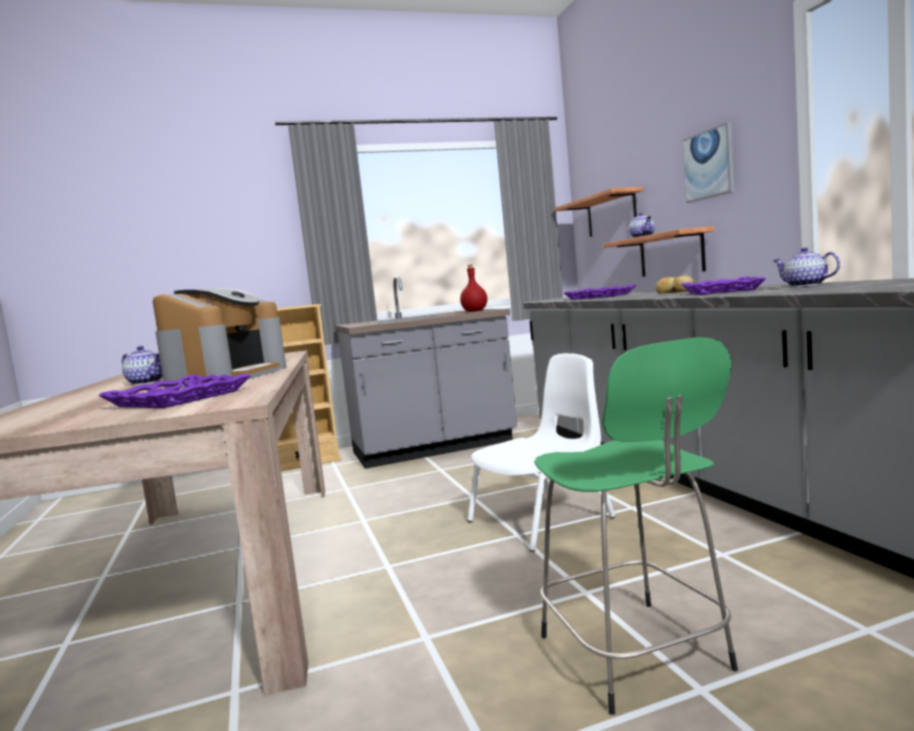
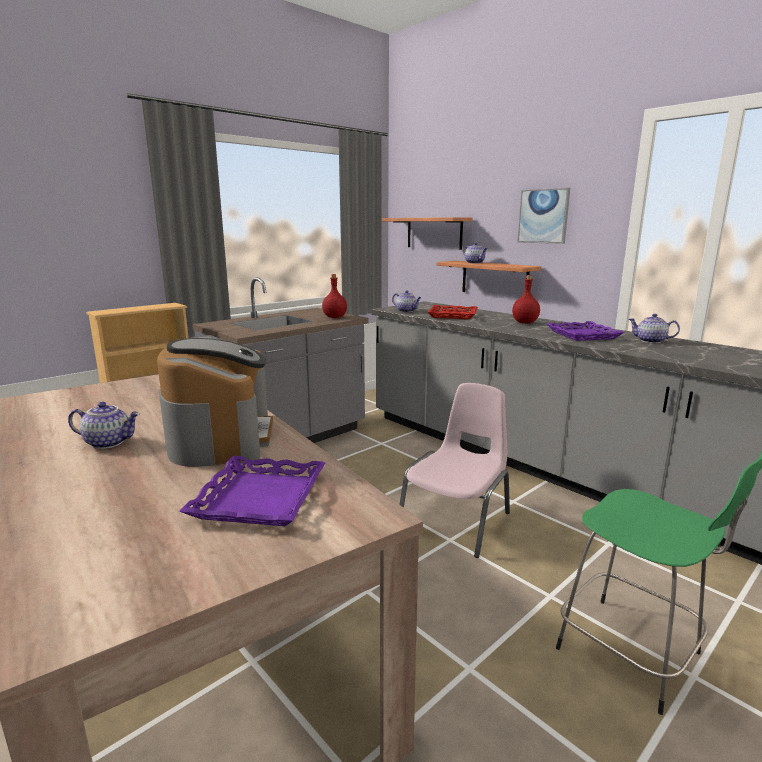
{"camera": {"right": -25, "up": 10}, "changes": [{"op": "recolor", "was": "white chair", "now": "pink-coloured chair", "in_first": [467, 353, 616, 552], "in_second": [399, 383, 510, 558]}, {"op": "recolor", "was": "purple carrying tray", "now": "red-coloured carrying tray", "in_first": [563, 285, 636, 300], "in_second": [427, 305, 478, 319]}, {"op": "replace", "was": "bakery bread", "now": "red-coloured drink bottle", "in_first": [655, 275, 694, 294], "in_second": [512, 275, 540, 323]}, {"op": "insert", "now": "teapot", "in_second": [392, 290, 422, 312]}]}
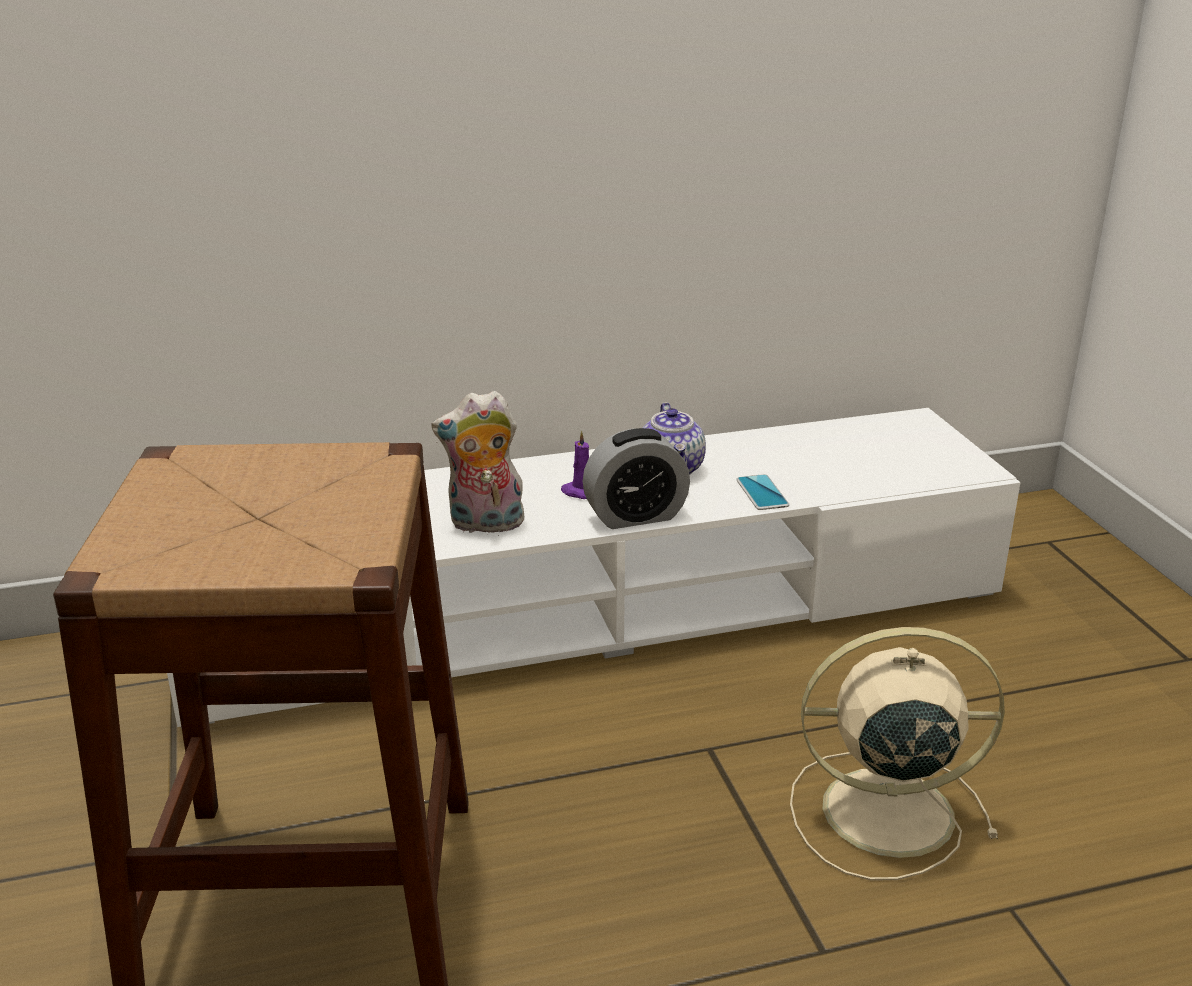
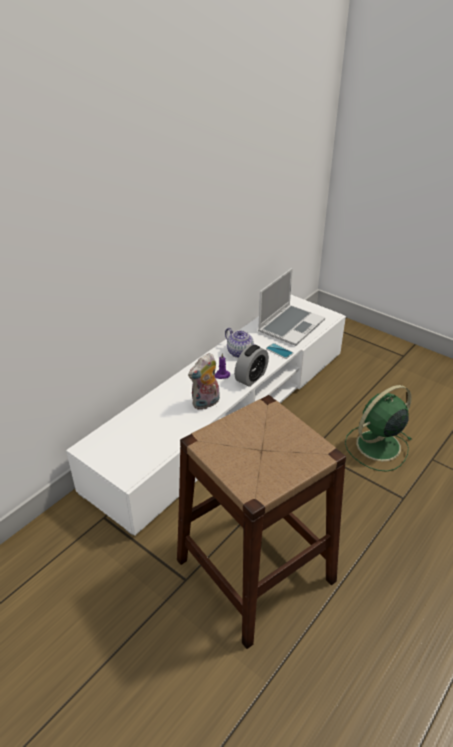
{"camera": {"right": -35, "up": 10}, "changes": [{"op": "recolor", "was": "sand-coloured electric fan", "now": "green electric fan", "in_first": [790, 627, 1005, 881], "in_second": [345, 385, 412, 472]}, {"op": "insert", "now": "portable computer", "in_second": [258, 268, 325, 346]}]}
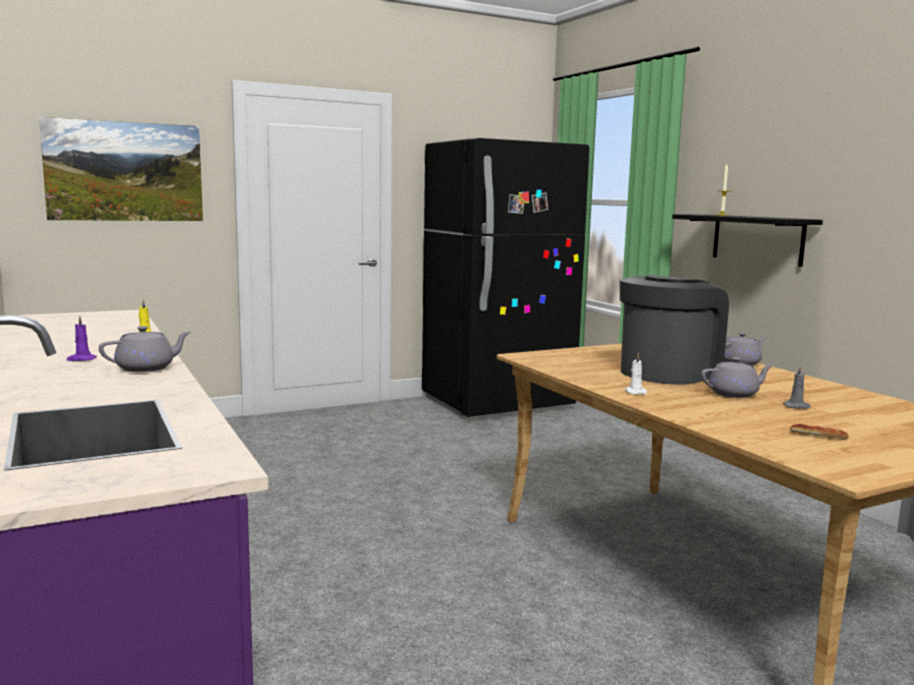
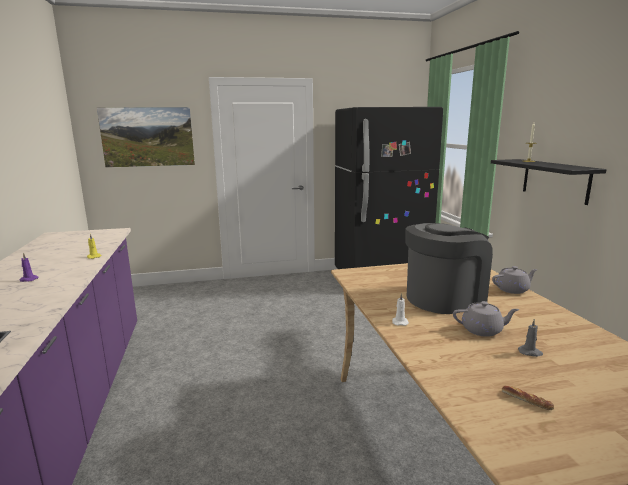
{"camera": {"right": 15, "up": 5}, "changes": [{"op": "delete", "was": "greyish teapot", "in_first": [99, 326, 191, 372]}]}
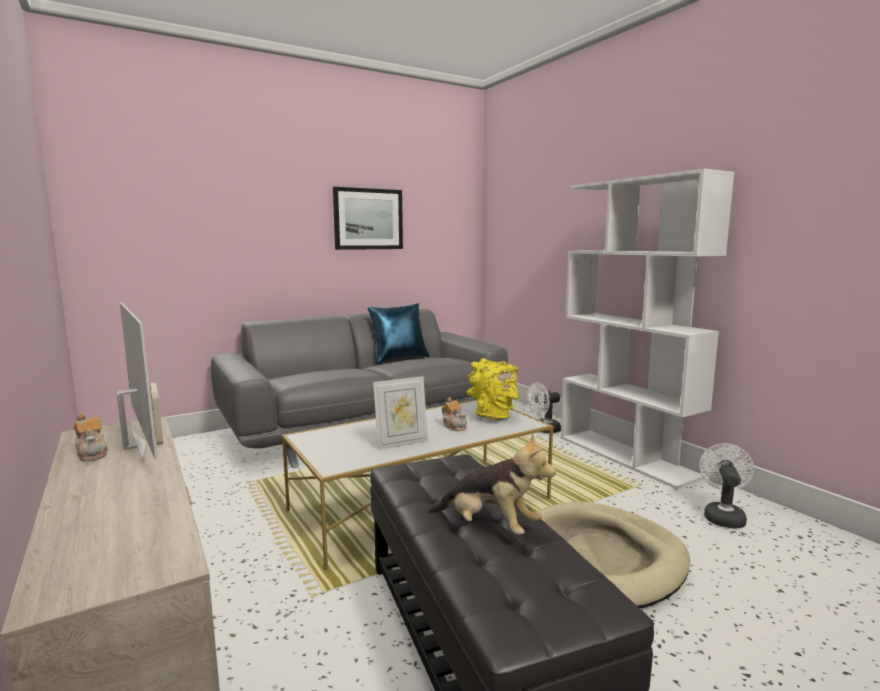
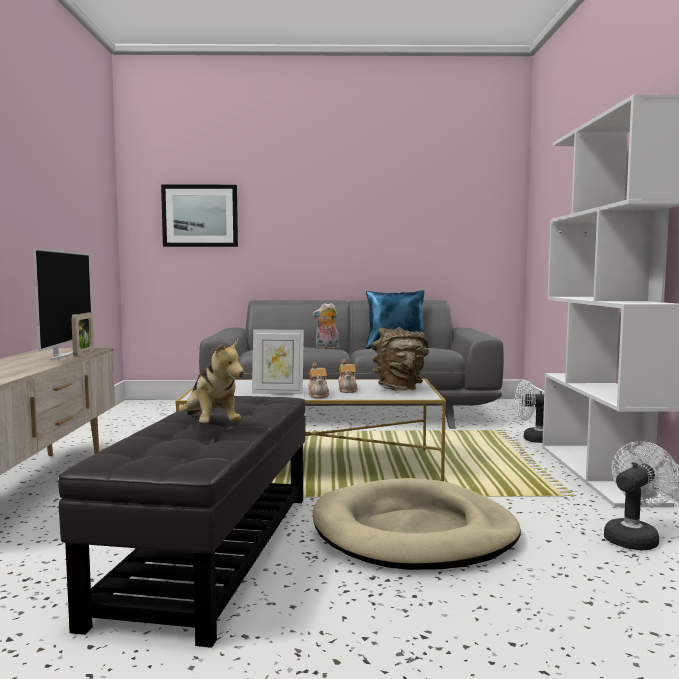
{"camera": {"right": 30, "up": -5}, "changes": [{"op": "move", "was": "teapot", "in_first": [74, 413, 108, 462], "in_second": [308, 363, 329, 398]}, {"op": "move", "was": "wall picture", "in_first": [333, 187, 403, 250], "in_second": [161, 185, 238, 247]}, {"op": "recolor", "was": "yellow vase", "now": "brown-coloured vase", "in_first": [467, 358, 519, 420], "in_second": [370, 327, 429, 391]}, {"op": "insert", "now": "plush toy", "in_second": [312, 303, 339, 349]}]}
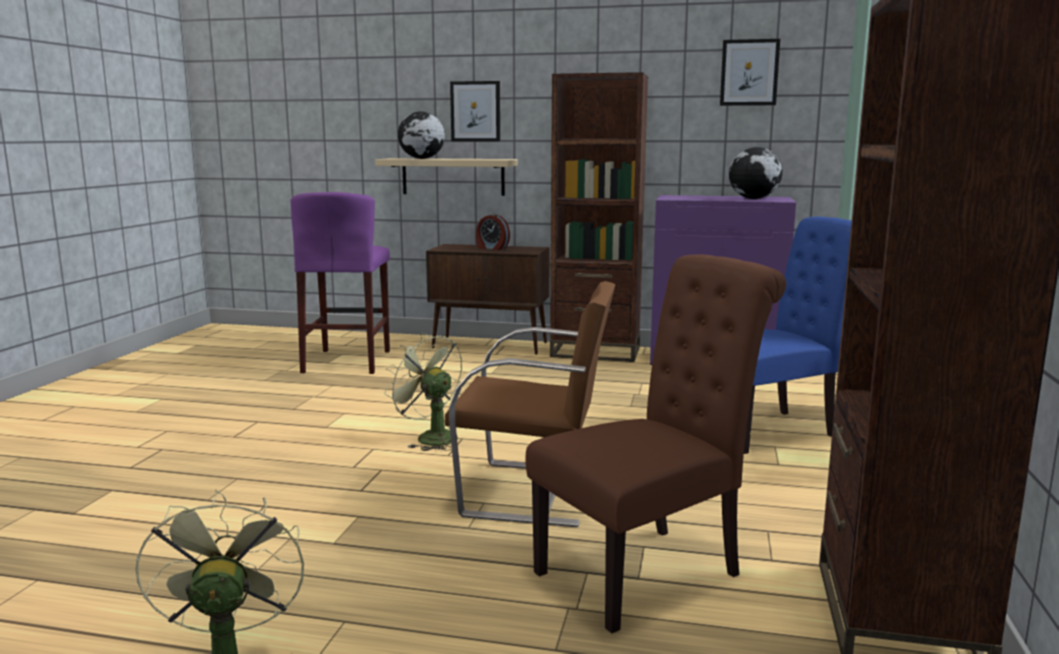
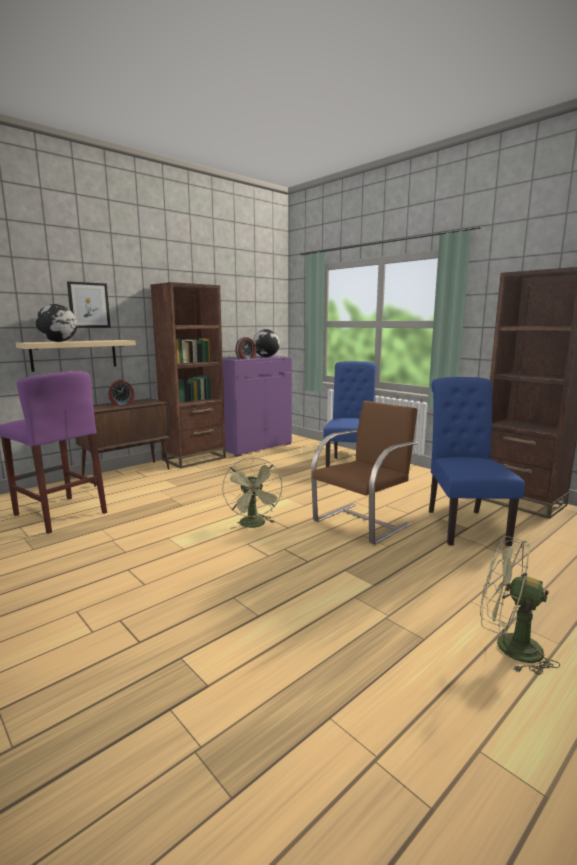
{"camera": {"right": -55, "up": 0}, "changes": [{"op": "rotate", "was": "green electric fan", "in_first": [384, 333, 462, 451], "in_second": [222, 457, 282, 529], "clockwise": -90}, {"op": "recolor", "was": "brown-coloured chair", "now": "blue-coloured chair", "in_first": [526, 254, 786, 633], "in_second": [429, 377, 525, 546]}, {"op": "delete", "was": "wall picture", "in_first": [720, 39, 780, 106]}, {"op": "insert", "now": "alarm clock", "in_second": [235, 337, 256, 359]}]}
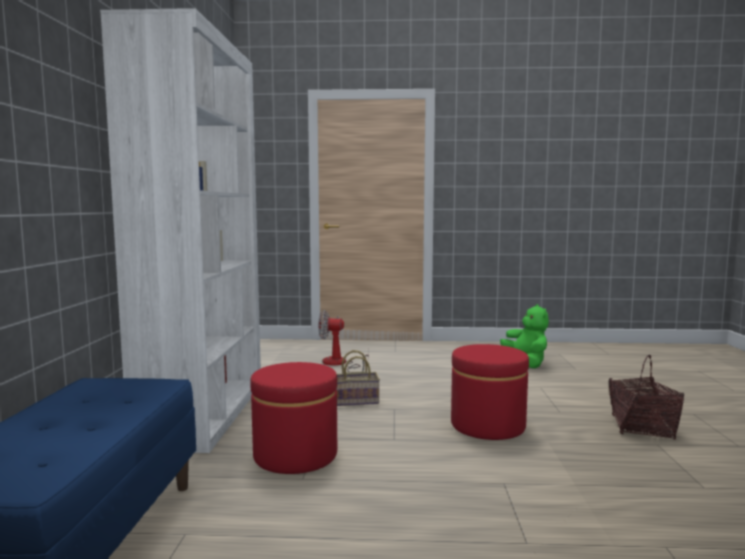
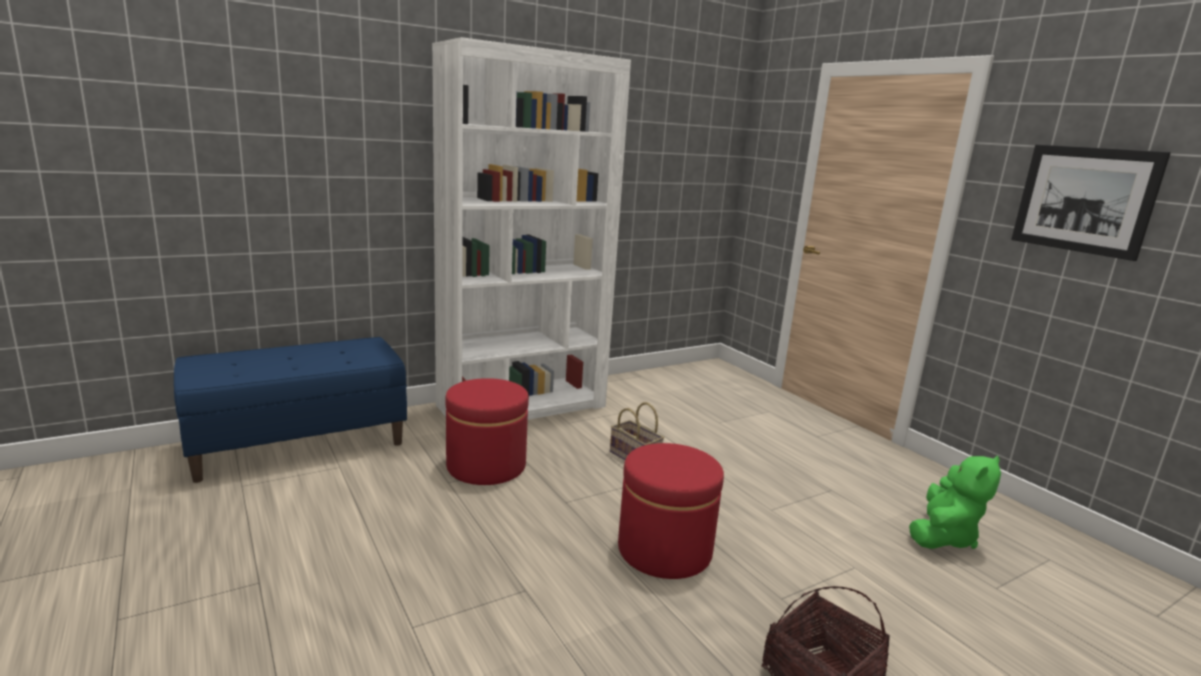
{"camera": {"right": 55, "up": 10}, "changes": [{"op": "delete", "was": "electric fan", "in_first": [319, 310, 369, 372]}, {"op": "insert", "now": "wall picture", "in_second": [1011, 144, 1171, 261]}]}
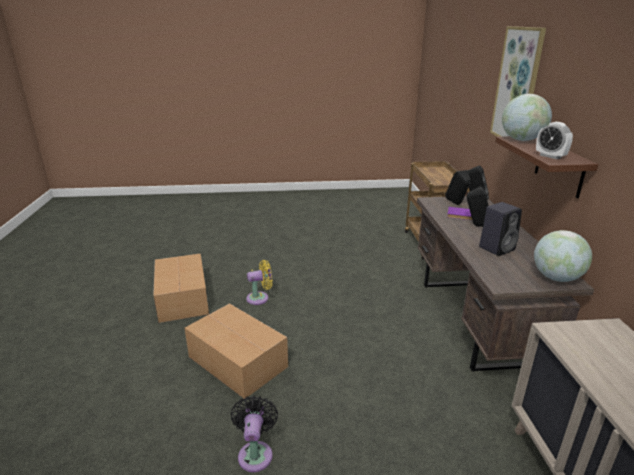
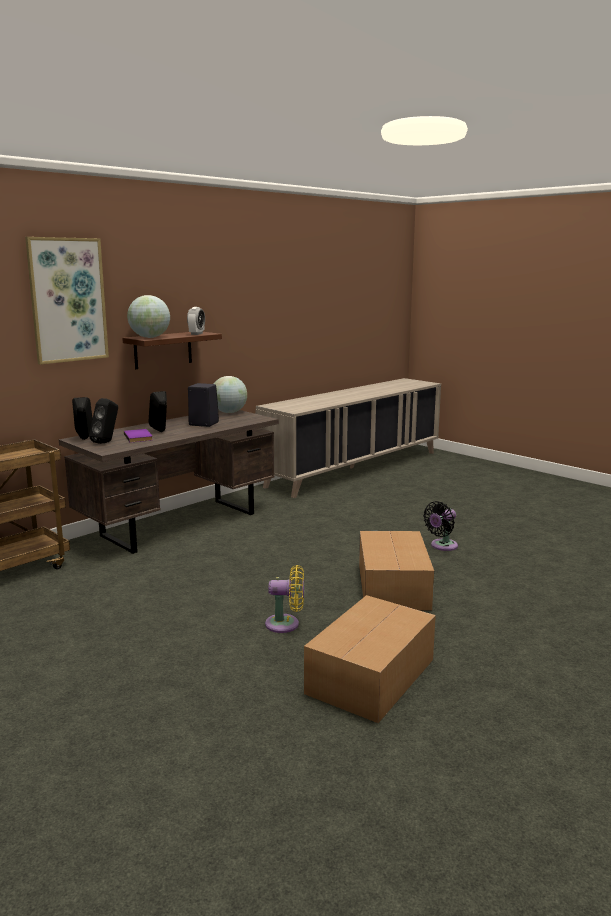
{"camera": {"right": -130, "up": -10}, "changes": [{"op": "rotate", "was": "yellow electric fan", "in_first": [246, 260, 273, 305], "in_second": [265, 565, 304, 633], "clockwise": 150}]}
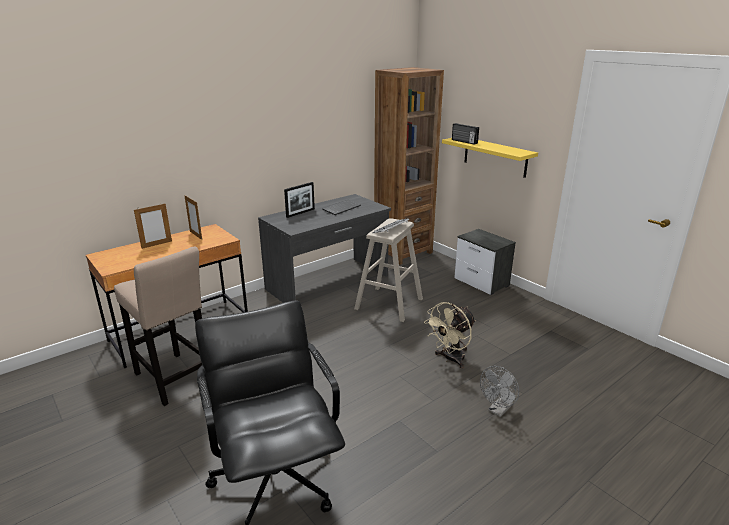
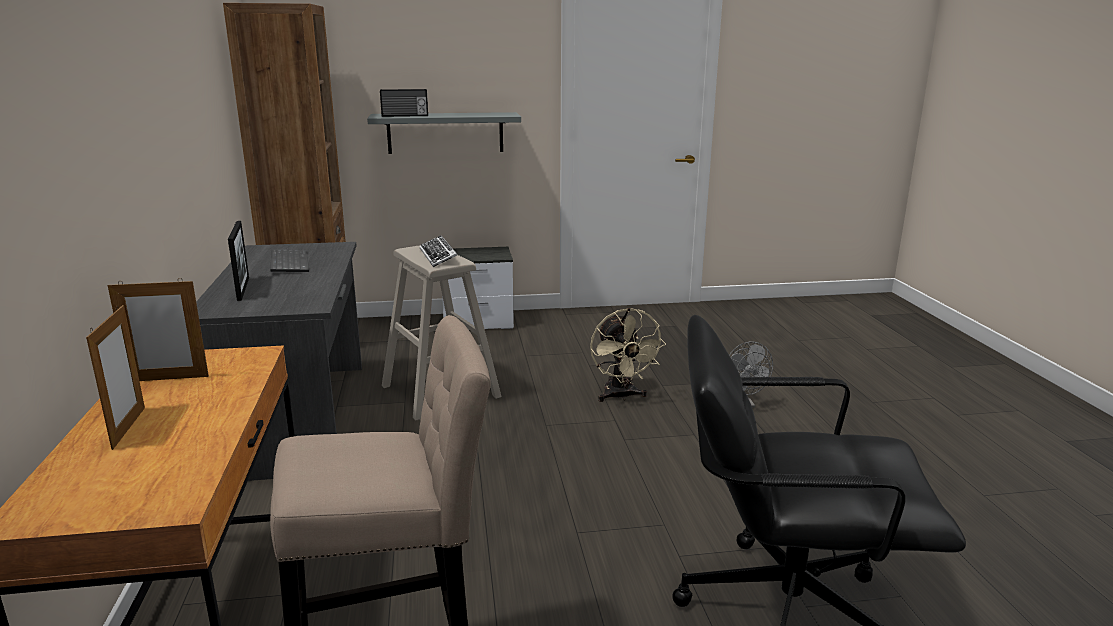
{"camera": {"right": -60, "up": -5}, "changes": [{"op": "recolor", "was": "yellow wall shelf", "now": "greyish wall shelf", "in_first": [442, 138, 538, 178], "in_second": [367, 112, 521, 154]}]}
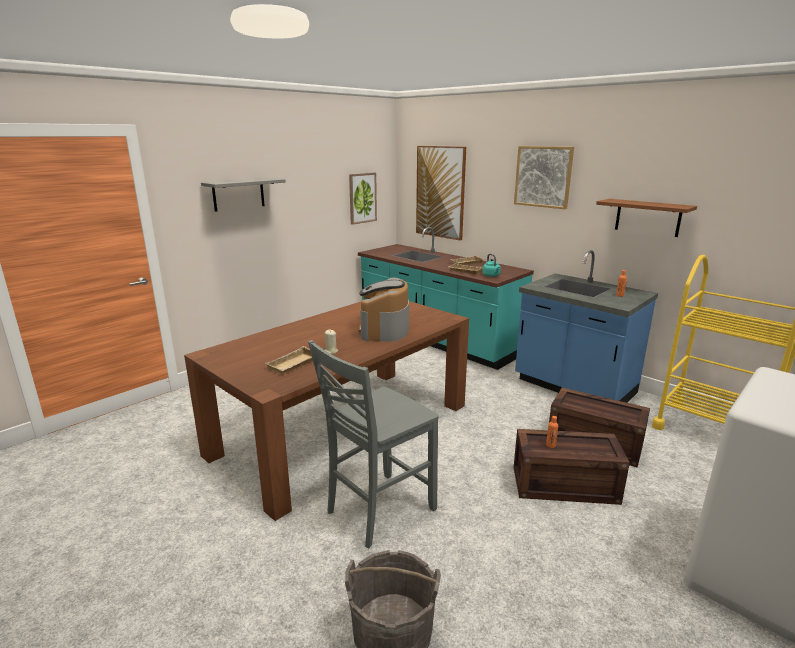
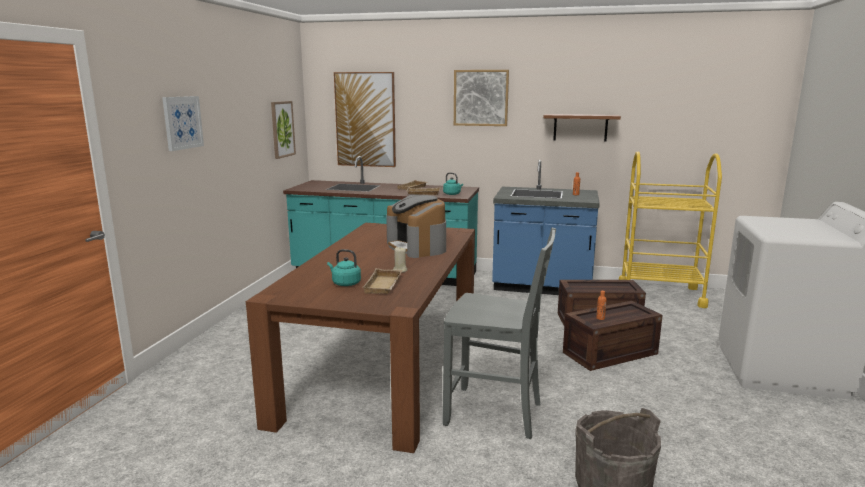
{"camera": {"right": -30, "up": -5}, "changes": [{"op": "replace", "was": "greyish wall shelf", "now": "wall picture", "in_first": [201, 178, 286, 212], "in_second": [162, 96, 204, 151]}, {"op": "rotate", "was": "greyish chair", "in_first": [308, 340, 439, 548], "in_second": [443, 228, 556, 439], "clockwise": -90}, {"op": "insert", "now": "blue-green tea kettle", "in_second": [327, 249, 361, 286]}]}
